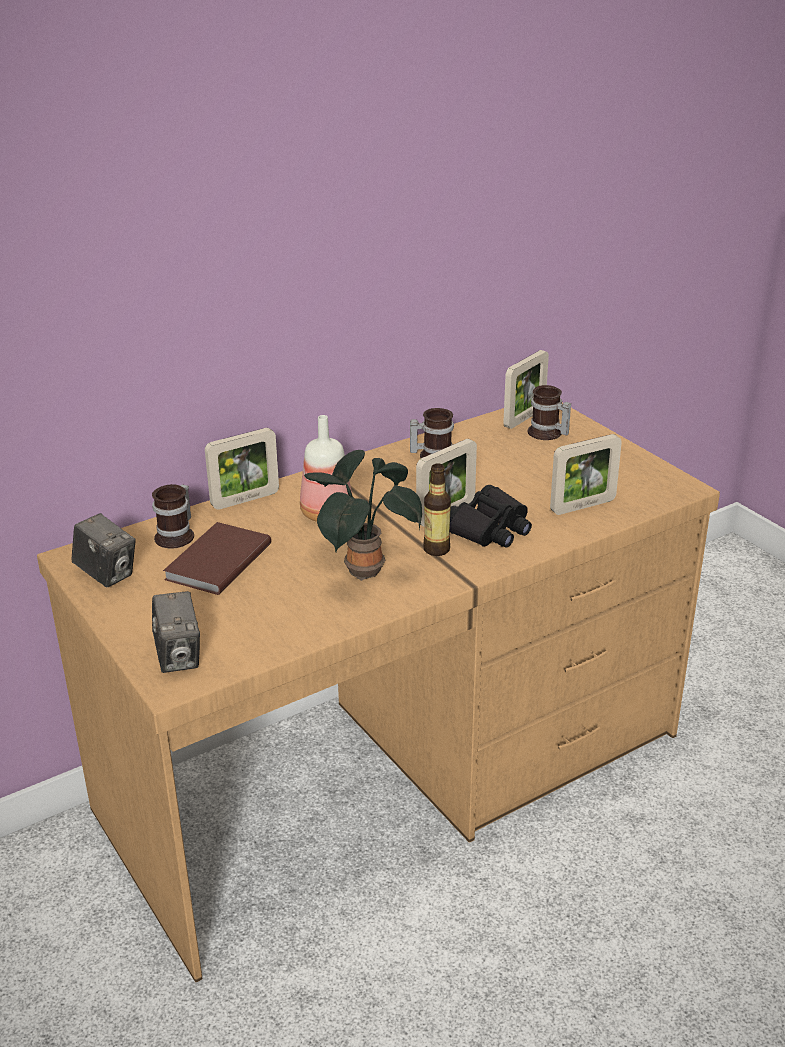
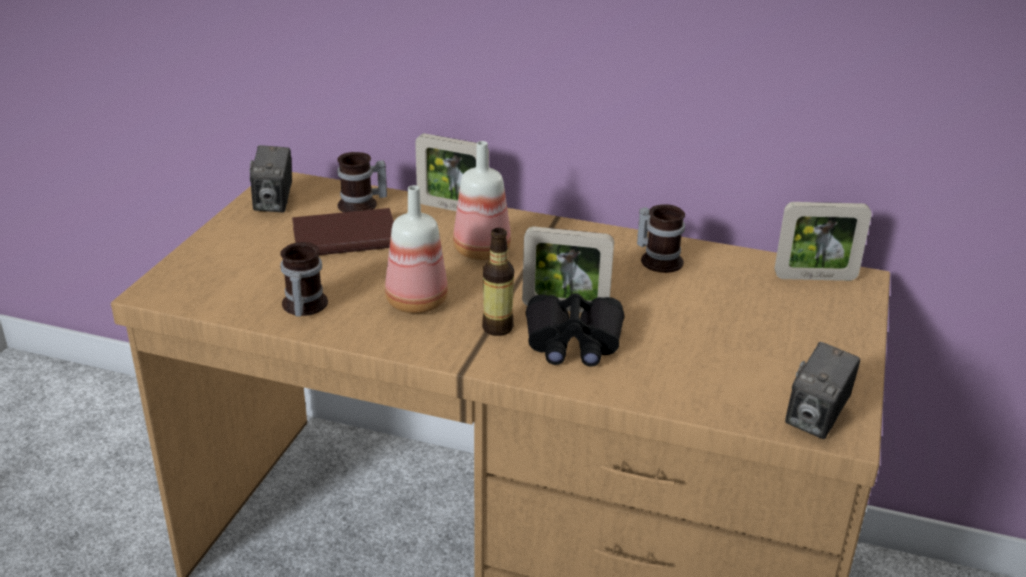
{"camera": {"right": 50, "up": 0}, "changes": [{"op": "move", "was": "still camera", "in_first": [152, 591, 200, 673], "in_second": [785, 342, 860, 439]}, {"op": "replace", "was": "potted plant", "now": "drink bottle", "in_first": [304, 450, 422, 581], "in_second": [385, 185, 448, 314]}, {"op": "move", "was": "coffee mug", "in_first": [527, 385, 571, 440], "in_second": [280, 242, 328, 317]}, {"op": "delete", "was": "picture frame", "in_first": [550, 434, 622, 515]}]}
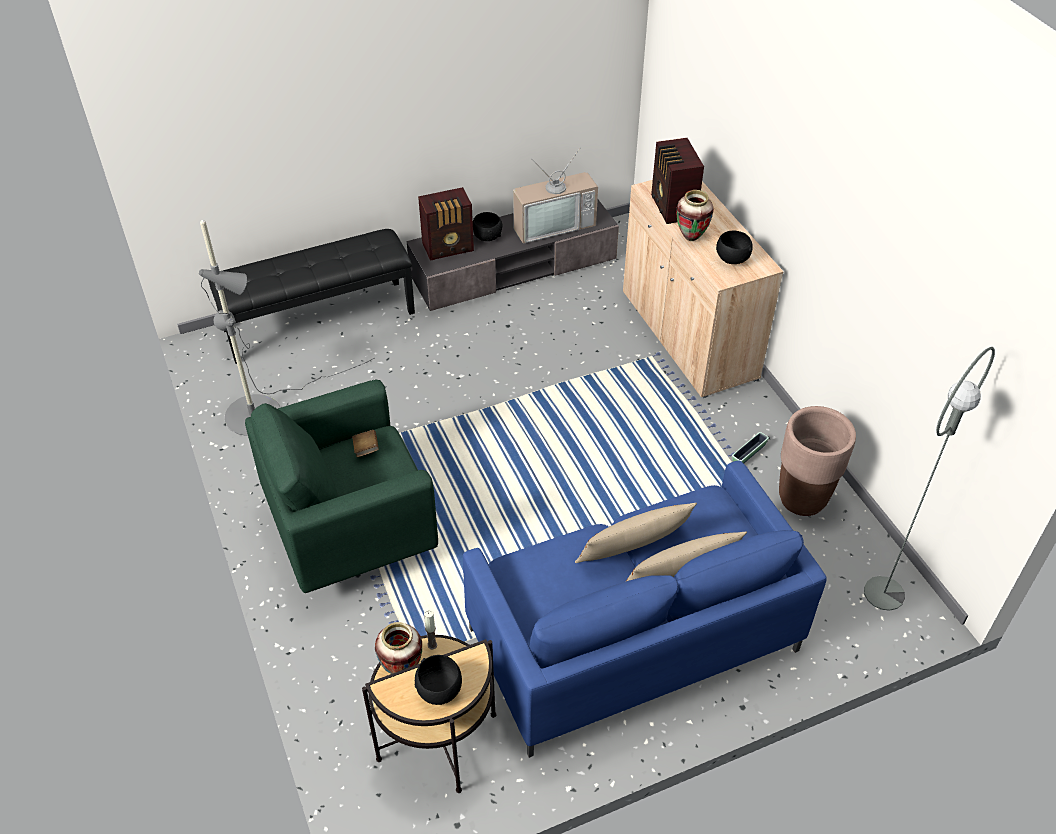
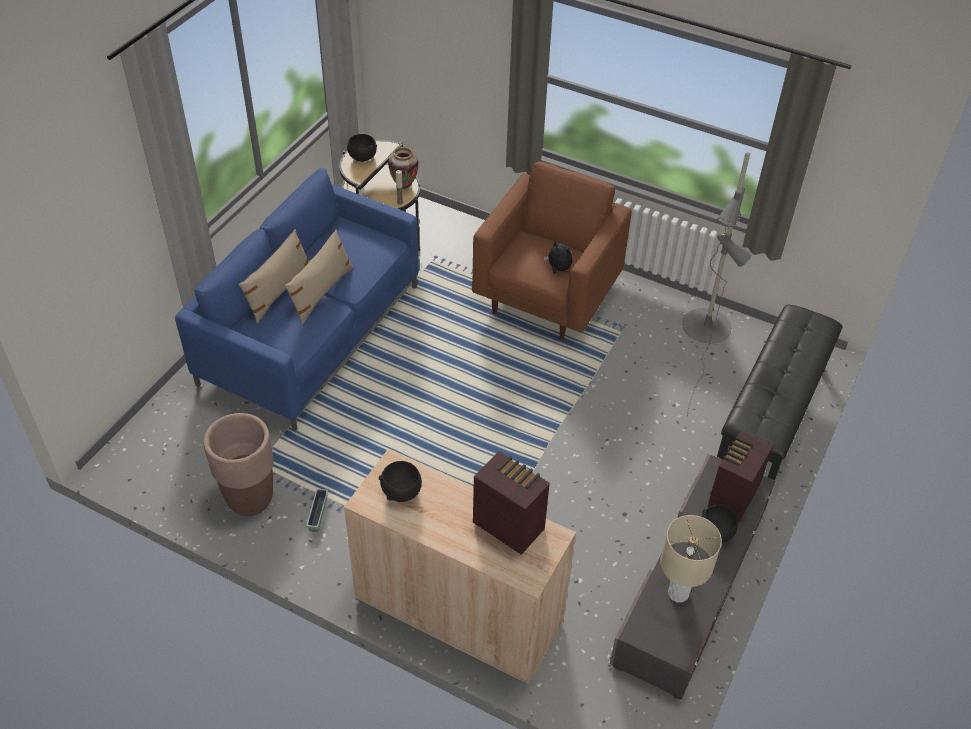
{"camera": {"right": 140, "up": 0}, "changes": [{"op": "recolor", "was": "green lounge chair", "now": "brown-coloured lounge chair", "in_first": [245, 380, 438, 593], "in_second": [472, 162, 632, 339]}, {"op": "replace", "was": "brown-coloured bound book", "now": "plush toy", "in_first": [352, 430, 379, 457], "in_second": [544, 240, 572, 274]}, {"op": "replace", "was": "television", "now": "sand-coloured lamp for a table", "in_first": [513, 147, 598, 244], "in_second": [660, 515, 722, 602]}, {"op": "delete", "was": "vase", "in_first": [676, 190, 714, 241]}, {"op": "delete", "was": "greyish floor lamp", "in_first": [864, 347, 995, 611]}]}
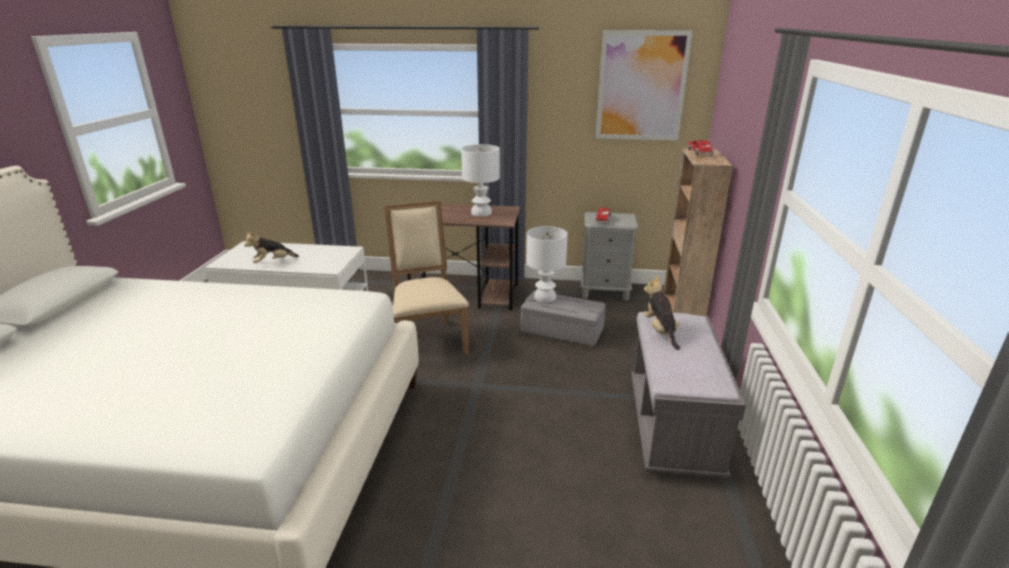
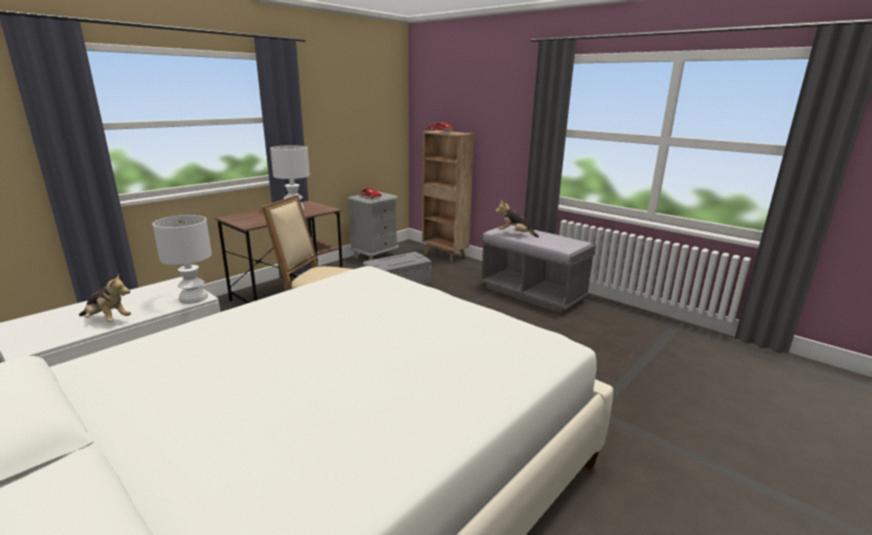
{"camera": {"right": -55, "up": -5}, "changes": [{"op": "rotate", "was": "plush toy", "in_first": [244, 232, 299, 263], "in_second": [79, 273, 131, 322], "clockwise": -75}, {"op": "move", "was": "white lamp for a table", "in_first": [526, 226, 568, 302], "in_second": [152, 215, 212, 304]}, {"op": "delete", "was": "wall picture", "in_first": [596, 30, 693, 140]}]}
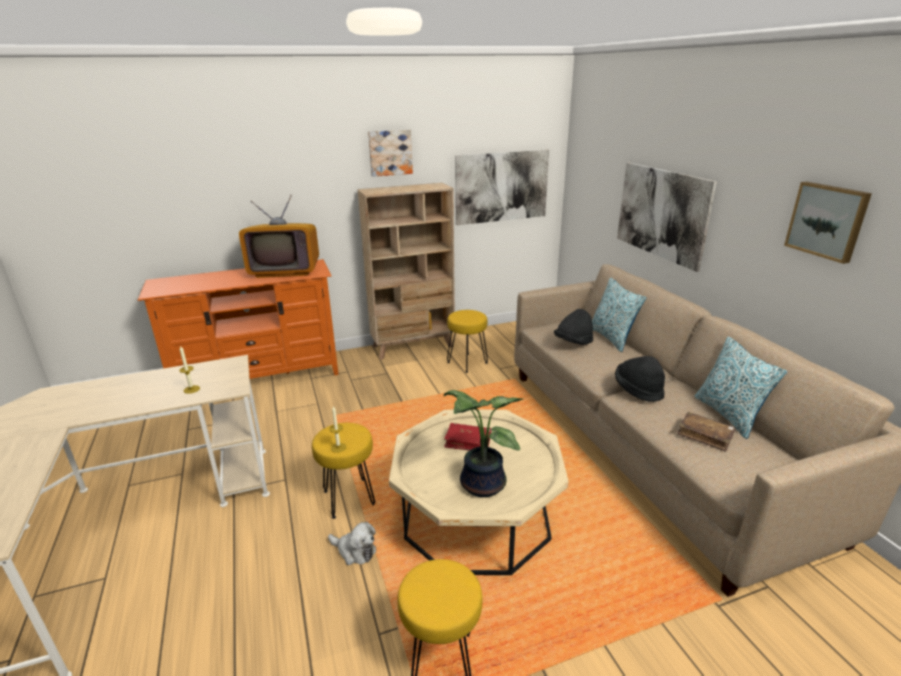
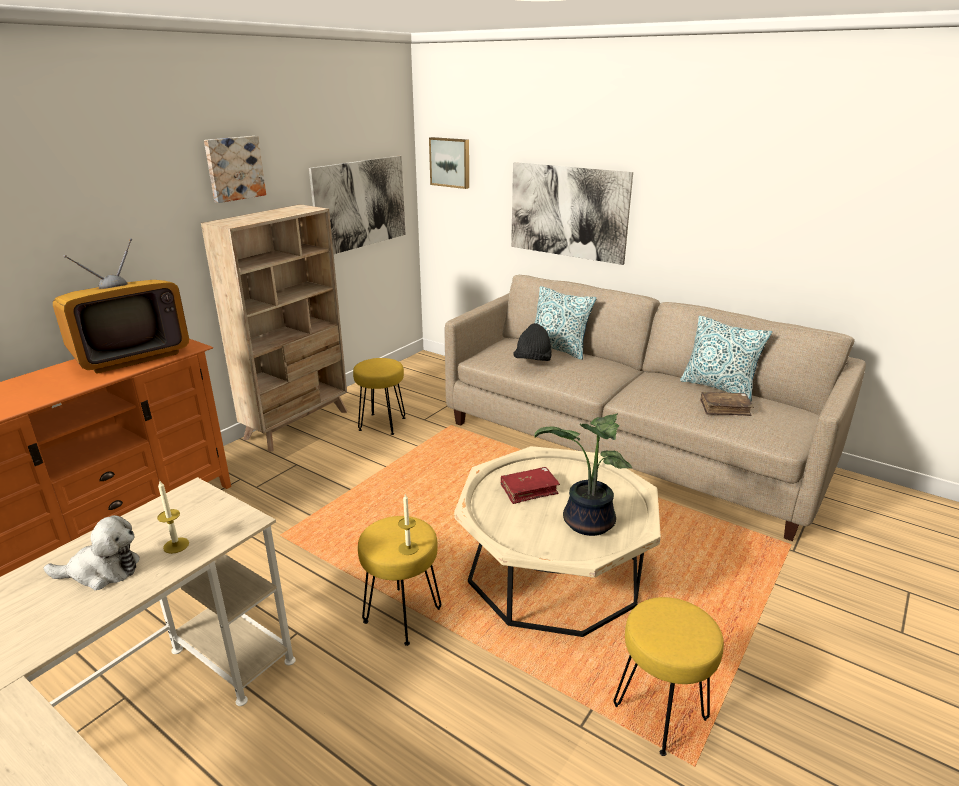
{"camera": {"right": -35, "up": 0}, "changes": [{"op": "move", "was": "plush toy", "in_first": [328, 522, 376, 565], "in_second": [43, 515, 140, 590]}, {"op": "delete", "was": "black-coloured clothing hat", "in_first": [615, 356, 665, 402]}, {"op": "move", "was": "wall picture", "in_first": [784, 182, 872, 264], "in_second": [429, 137, 469, 189]}]}
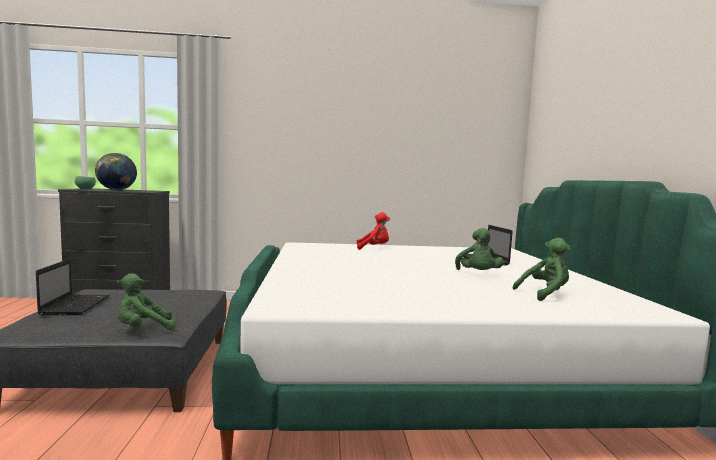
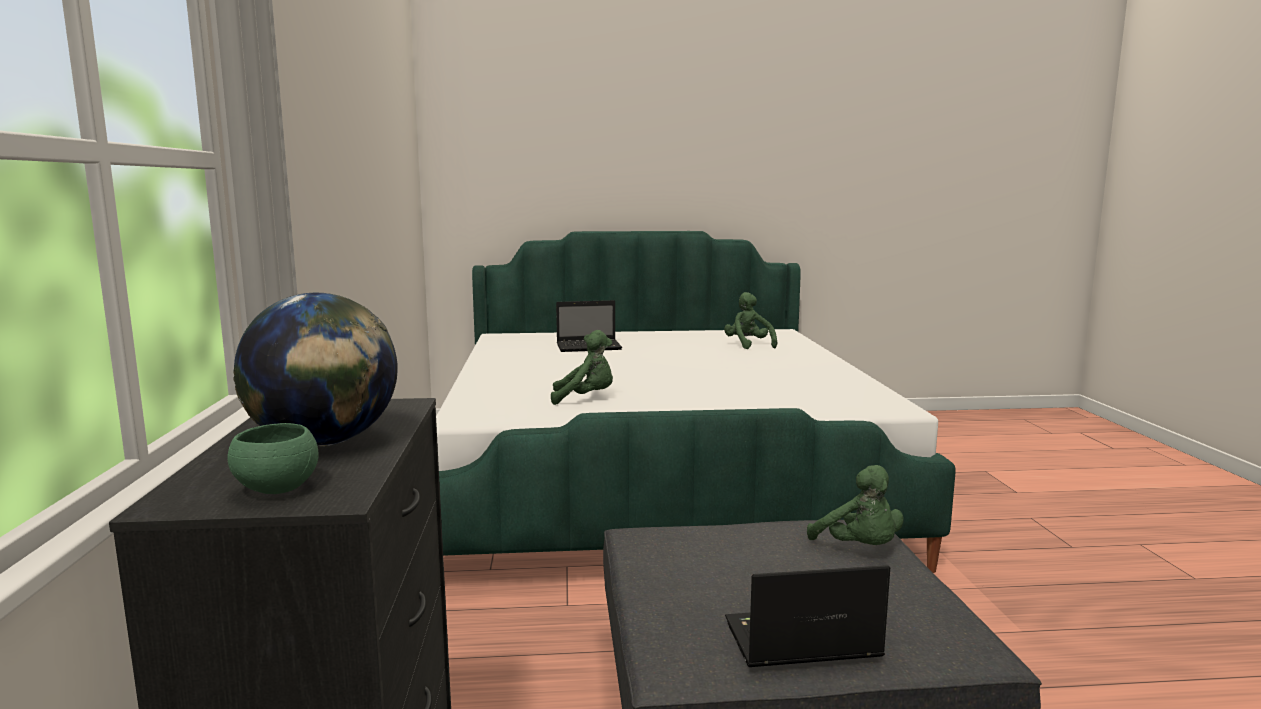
{"camera": {"right": -90, "up": 5}, "changes": [{"op": "delete", "was": "red-coloured plush toy", "in_first": [357, 212, 390, 250]}, {"op": "move", "was": "green plush toy", "in_first": [455, 228, 504, 270], "in_second": [551, 330, 613, 405]}]}
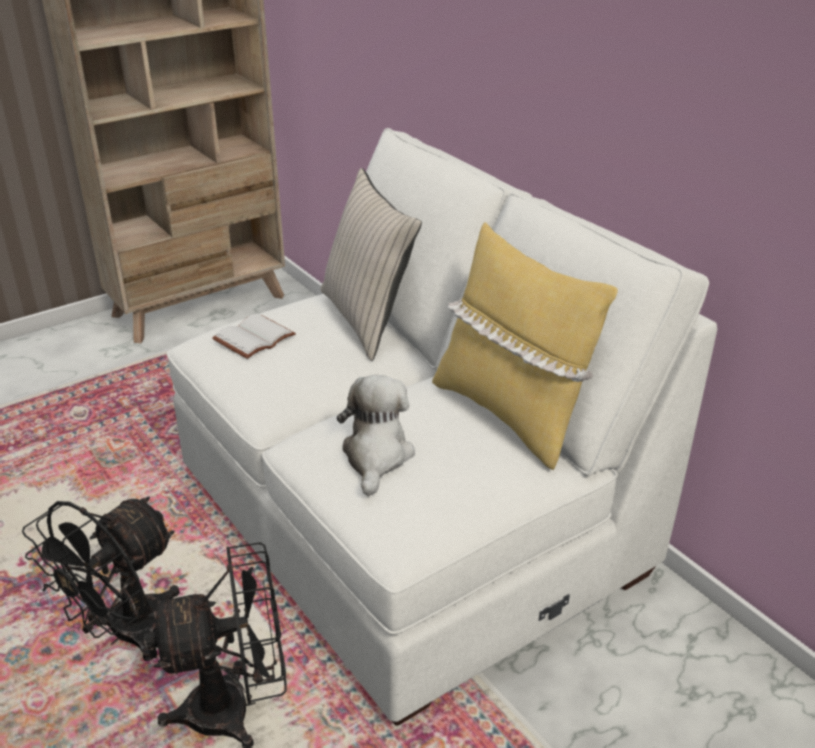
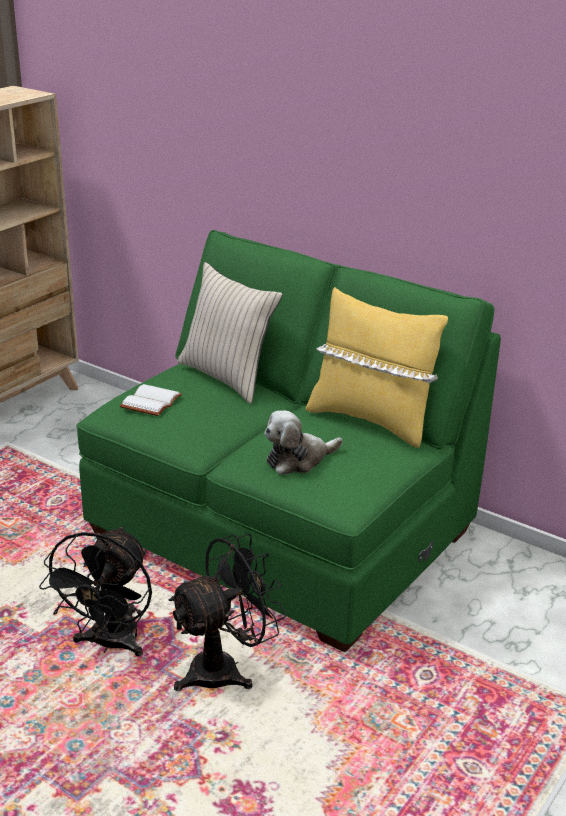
{"camera": {"right": -20, "up": -5}, "changes": [{"op": "recolor", "was": "white couch", "now": "green couch", "in_first": [167, 128, 717, 726], "in_second": [76, 230, 501, 652]}, {"op": "rotate", "was": "plush toy", "in_first": [337, 375, 415, 496], "in_second": [264, 410, 343, 475], "clockwise": -105}]}
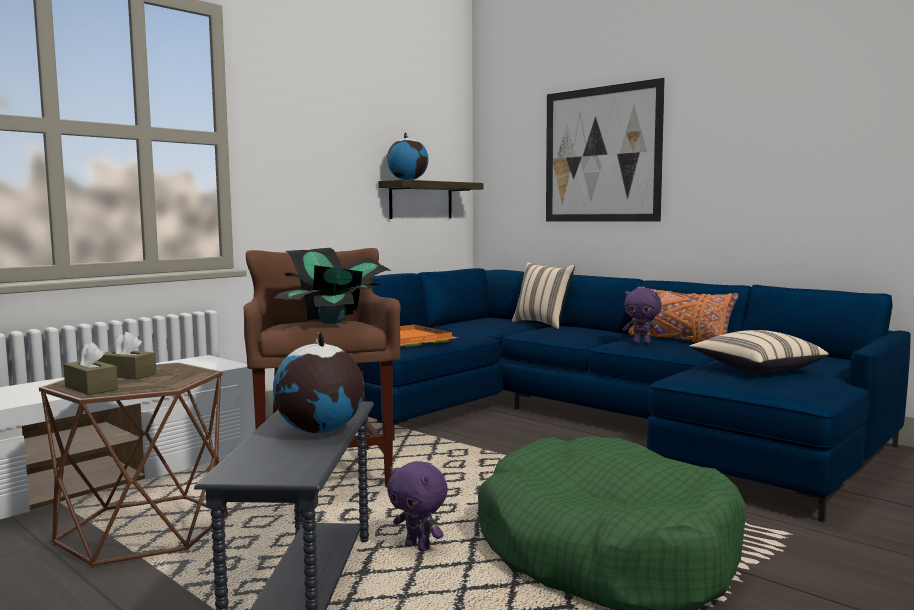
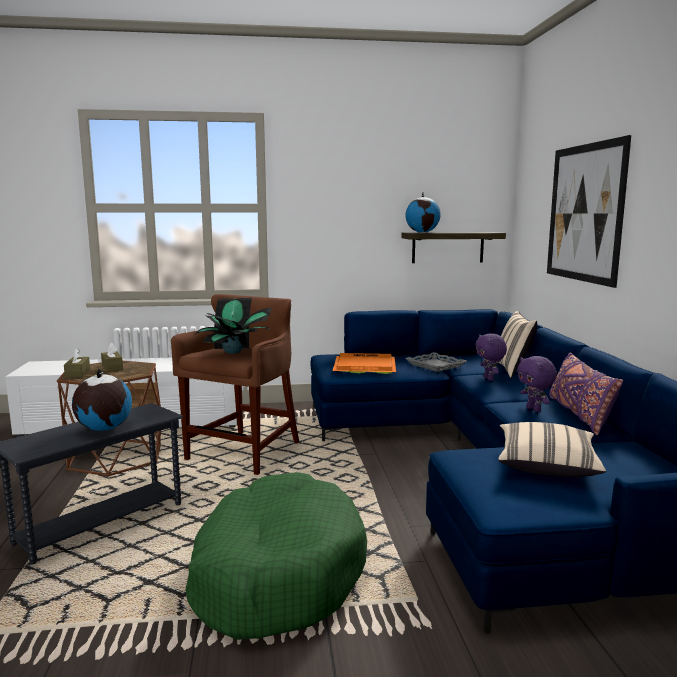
{"camera": {"right": 40, "up": 5}, "changes": [{"op": "move", "was": "purple plush toy", "in_first": [387, 461, 448, 551], "in_second": [475, 333, 507, 381]}, {"op": "recolor", "was": "orangey pillow", "now": "purple pillow", "in_first": [628, 287, 738, 342], "in_second": [549, 353, 623, 435]}, {"op": "insert", "now": "greyish carrying tray", "in_second": [405, 352, 467, 372]}]}
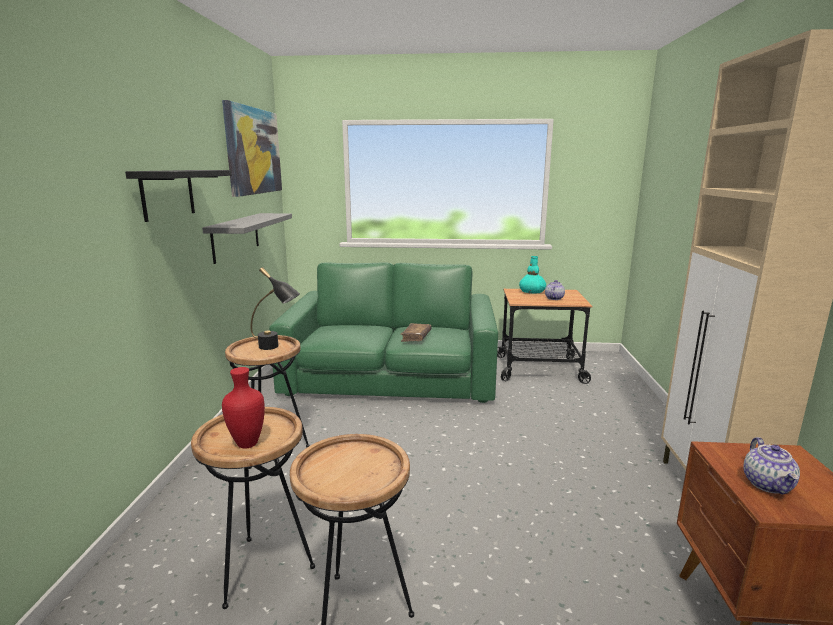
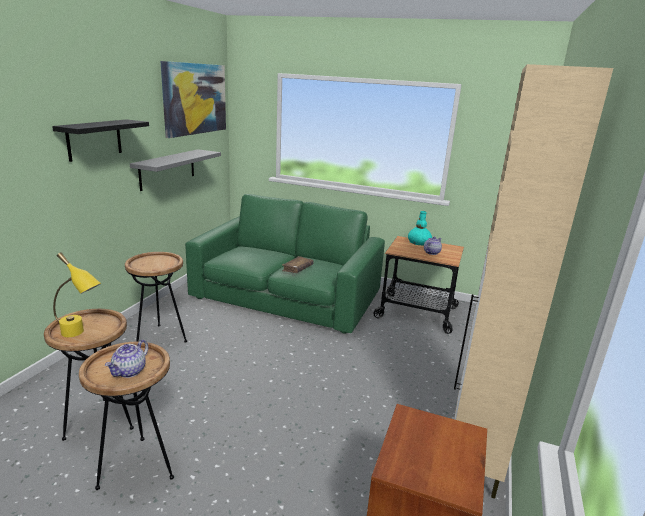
{"camera": {"right": 15, "up": 5}, "changes": [{"op": "replace", "was": "red-coloured vase", "now": "yellow lamp for a table", "in_first": [222, 367, 265, 449], "in_second": [53, 252, 101, 337]}, {"op": "delete", "was": "black-coloured lamp for a table", "in_first": [251, 267, 300, 350]}, {"op": "move", "was": "teapot", "in_first": [744, 437, 800, 495], "in_second": [105, 340, 148, 378]}]}
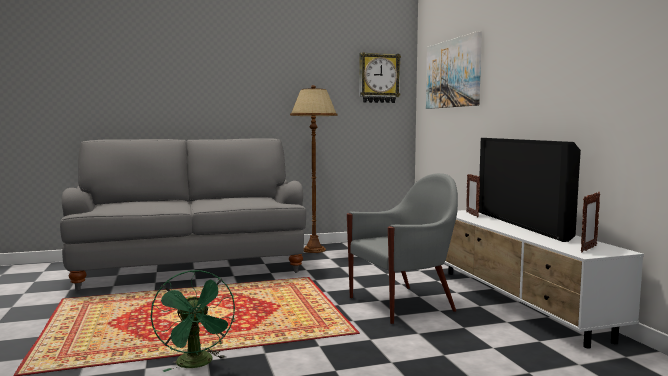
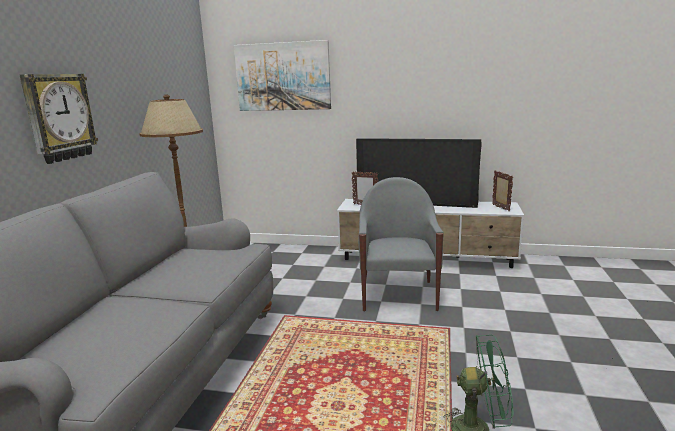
{"camera": {"right": -60, "up": 10}, "changes": [{"op": "move", "was": "hanging clock", "in_first": [359, 52, 401, 103], "in_second": [20, 74, 98, 164]}]}
